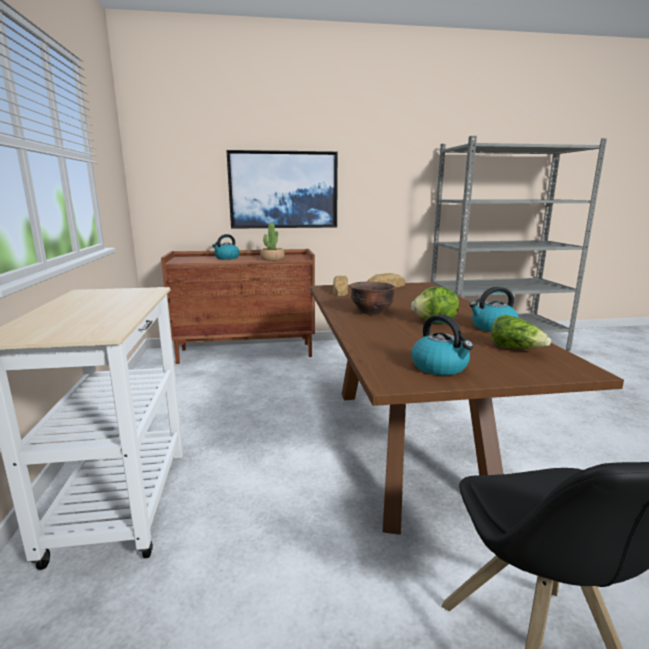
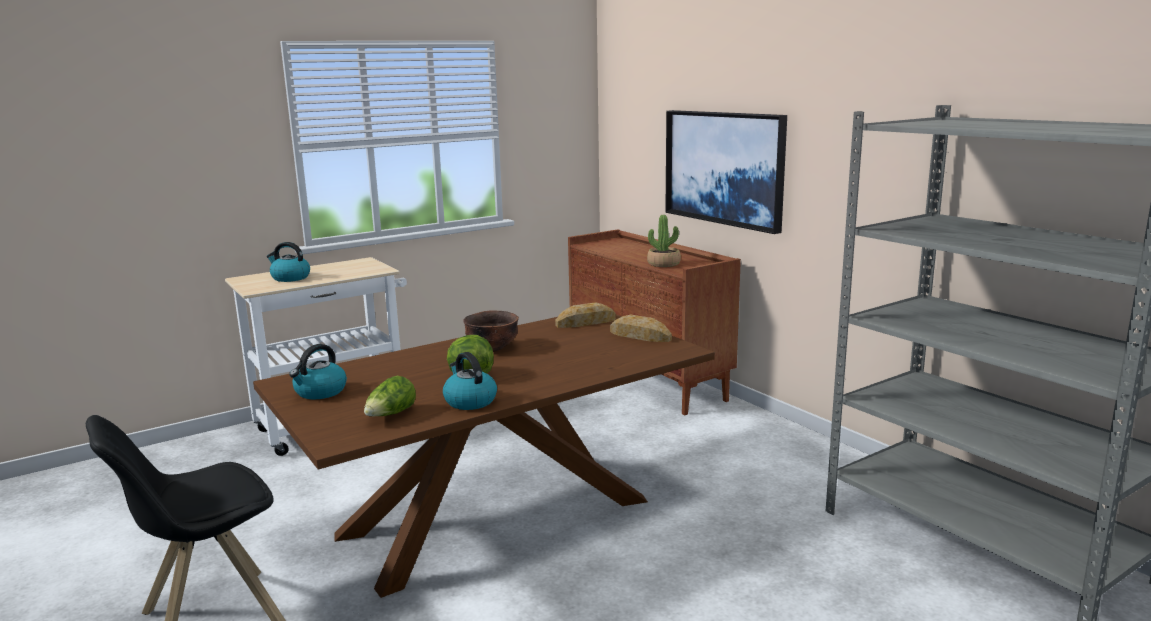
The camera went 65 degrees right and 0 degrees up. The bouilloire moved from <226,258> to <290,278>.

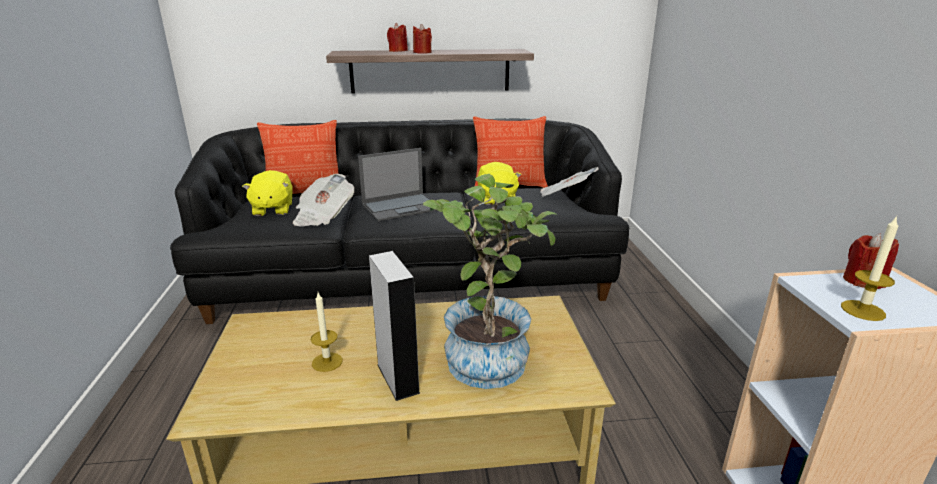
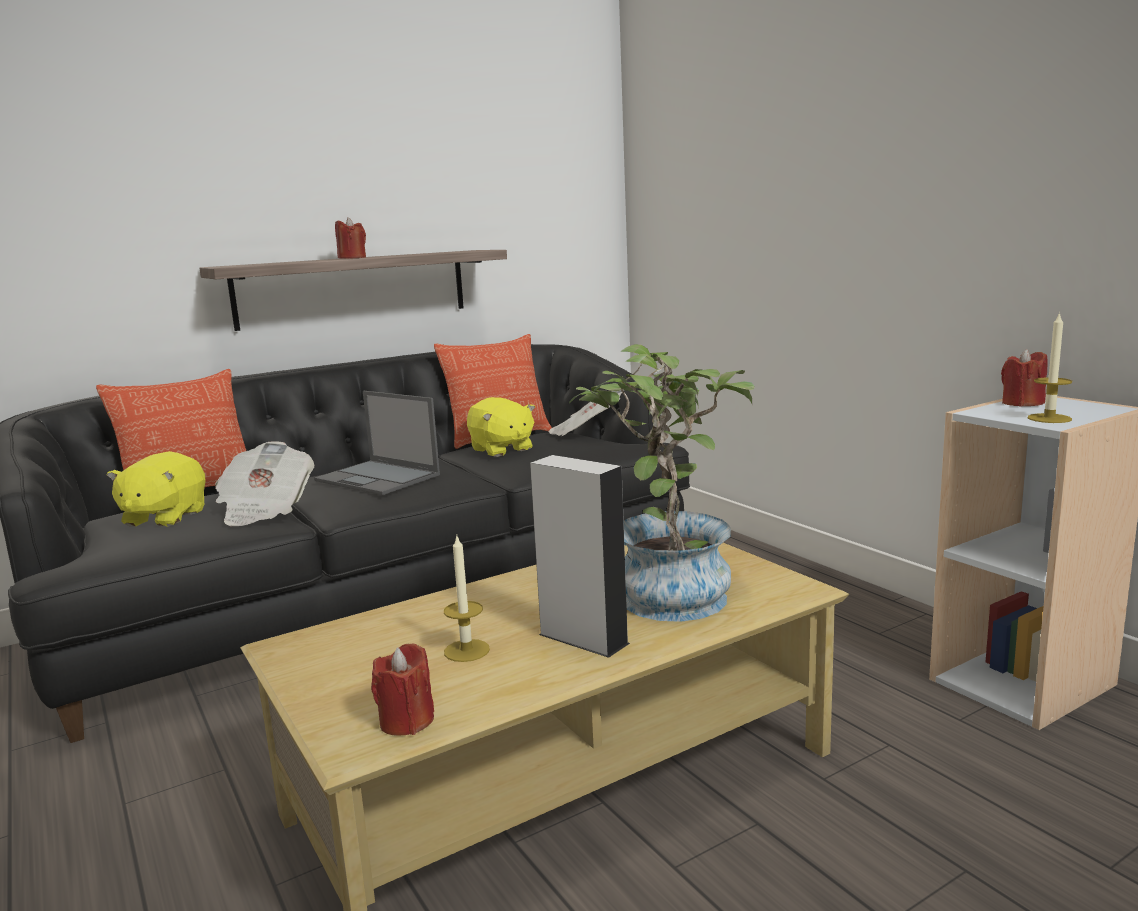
The camera went 25 degrees left and 10 degrees down. The bougie [rouge] moved from <398,51> to <406,721>. The peluche [jaune] at <272,209> turned 45 degrees clockwise. The ordinateur portable at <402,207> turned 90 degrees clockwise.

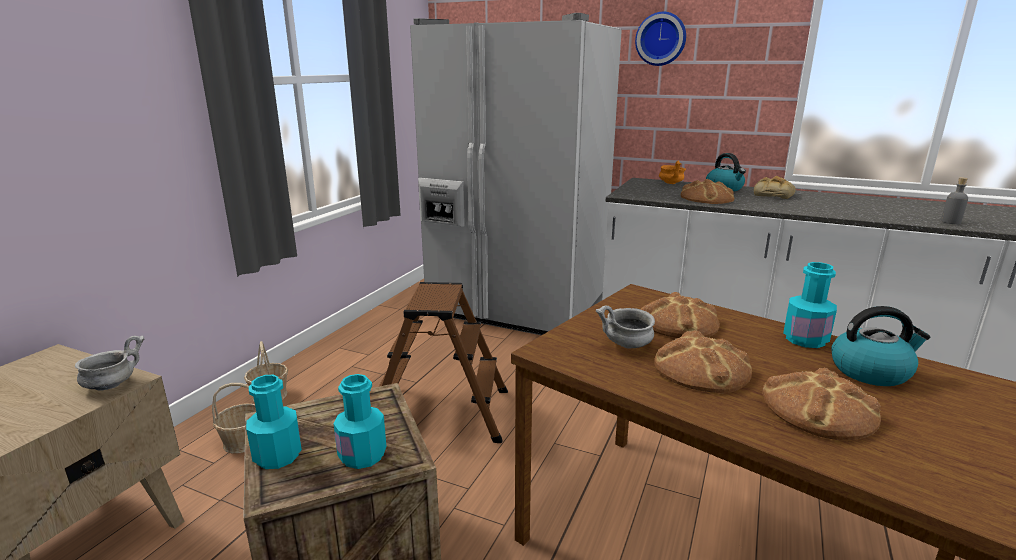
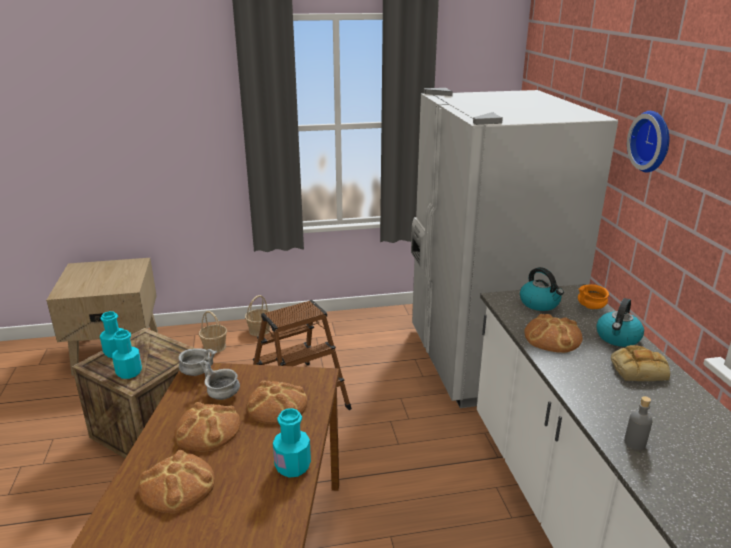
The camera went 55 degrees right and 5 degrees up. The bol [gris] moved from <111,385> to <197,372>. The bouilloire moved from <871,371> to <540,303>. The bouteille [gris] moved from <950,222> to <635,443>.

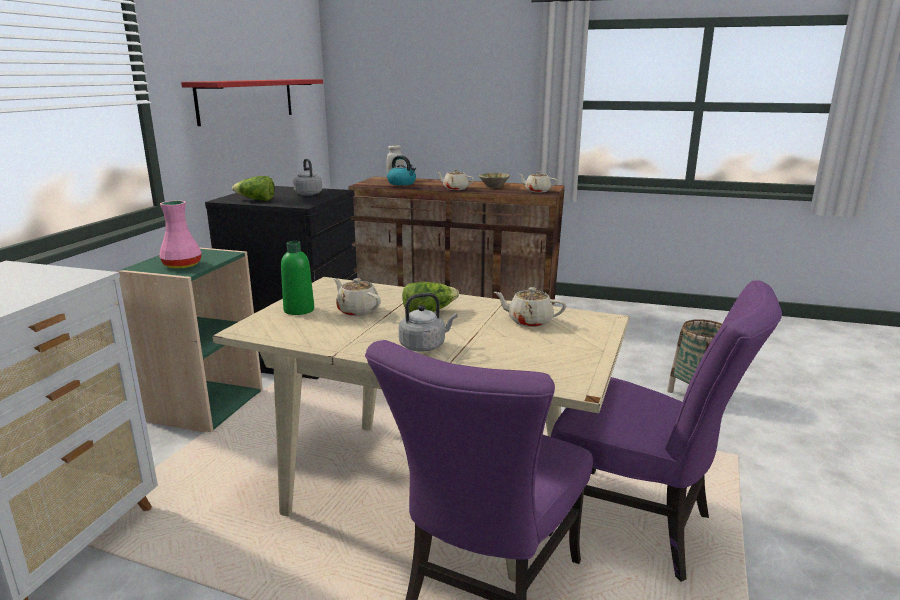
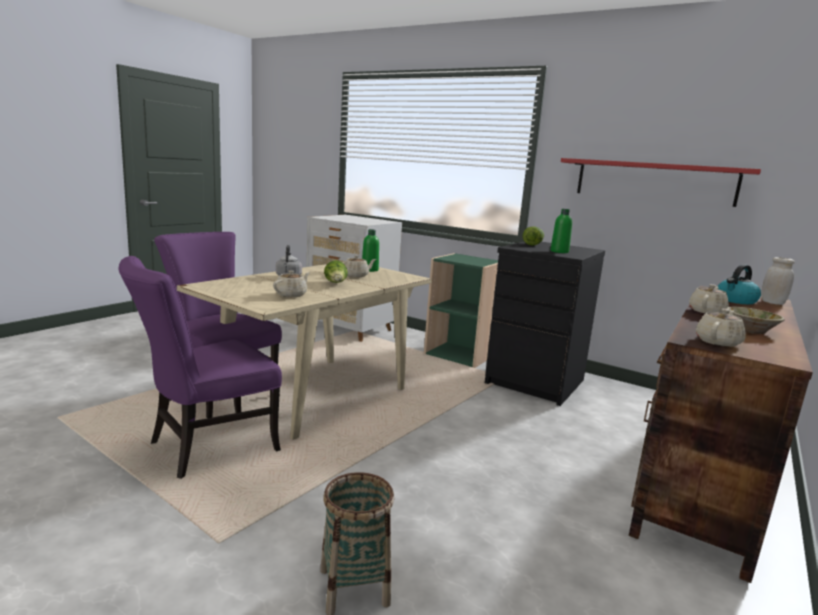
The camera went 105 degrees right and 5 degrees down. The vase [rose] at <182,265> disappeared. The bouilloire [gris] at <308,194> was replaced by the bouteille [vert] at <559,251>.

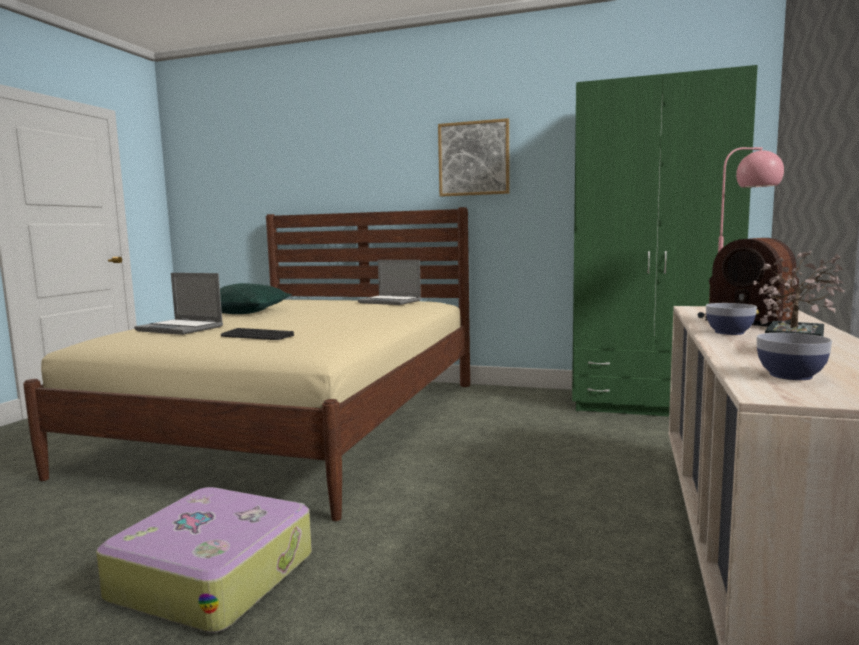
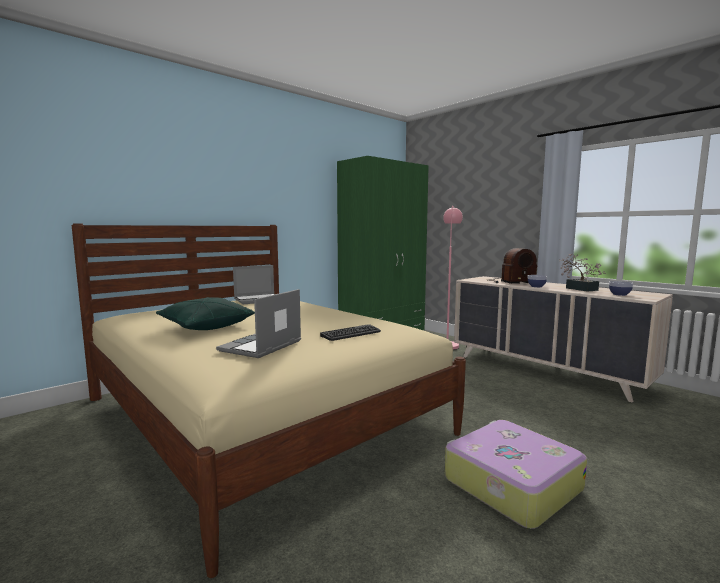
The camera went 60 degrees left and 0 degrees up. The tableau at <474,158> disappeared. The ordinateur portable at <181,328> turned 150 degrees clockwise.

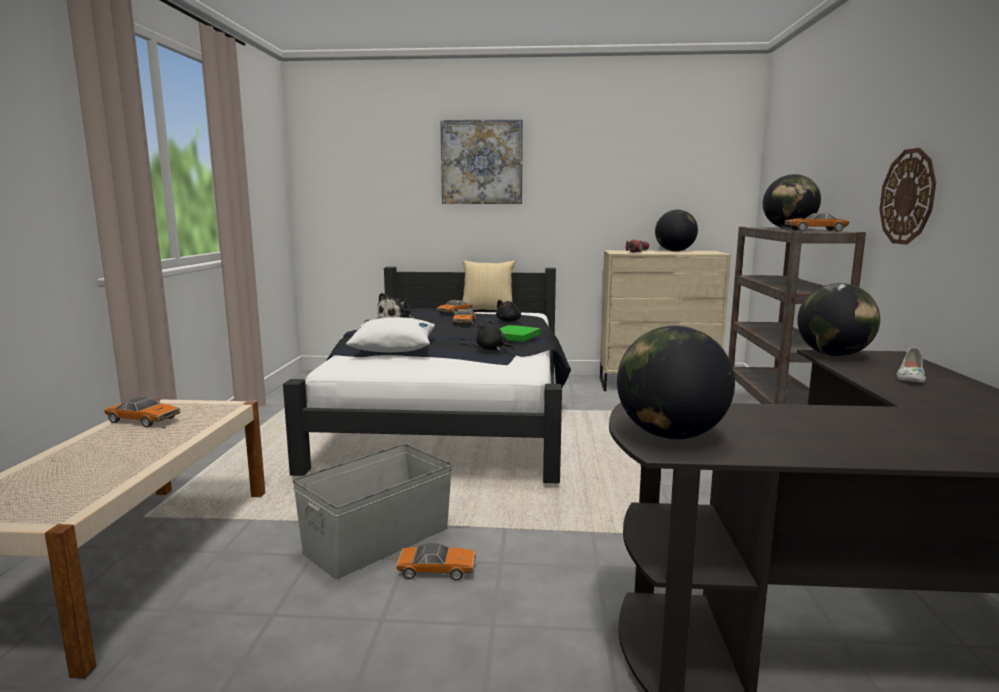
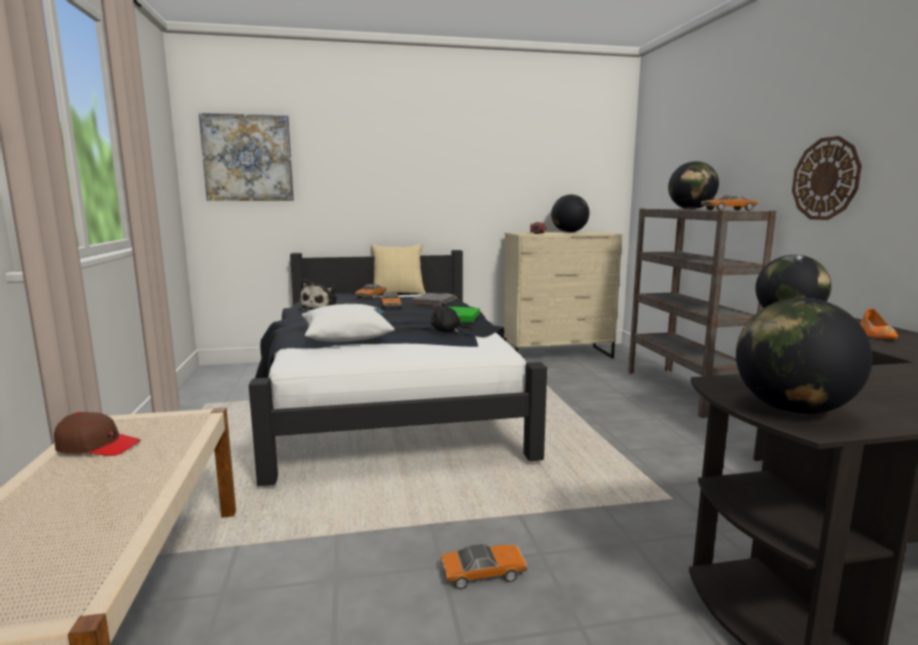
The camera went 15 degrees left and 0 degrees up. The boîte de rangement [gris] at <376,540> disappeared. The tableau moved from <481,162> to <248,158>. The petite voiture at <144,420> was replaced by the casquette [marron] at <98,446>. The peluche [noir] at <509,321> was replaced by the livre [gris] at <434,302>. The chaussure [blanc] at <910,377> became the chaussure [orange] at <876,335>.

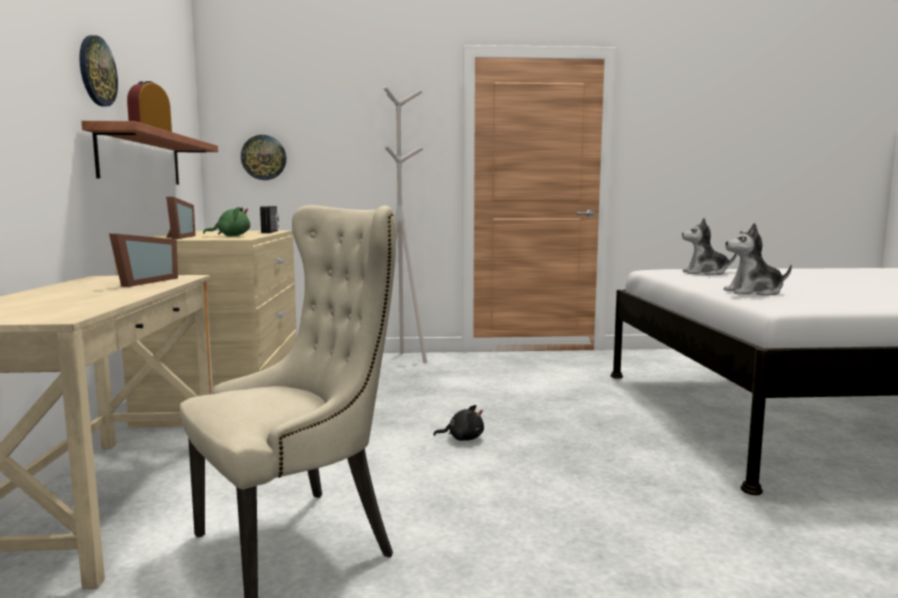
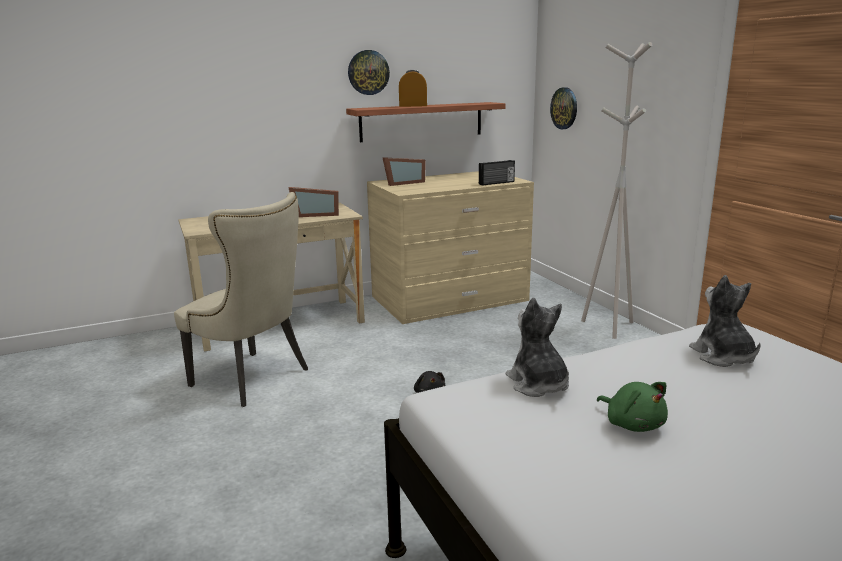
The camera went 70 degrees right and 10 degrees up. The peluche [vert] moved from <231,236> to <632,424>.

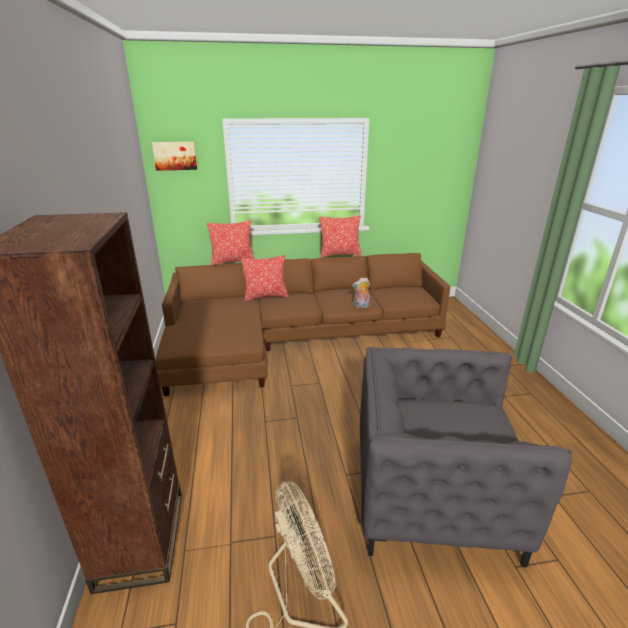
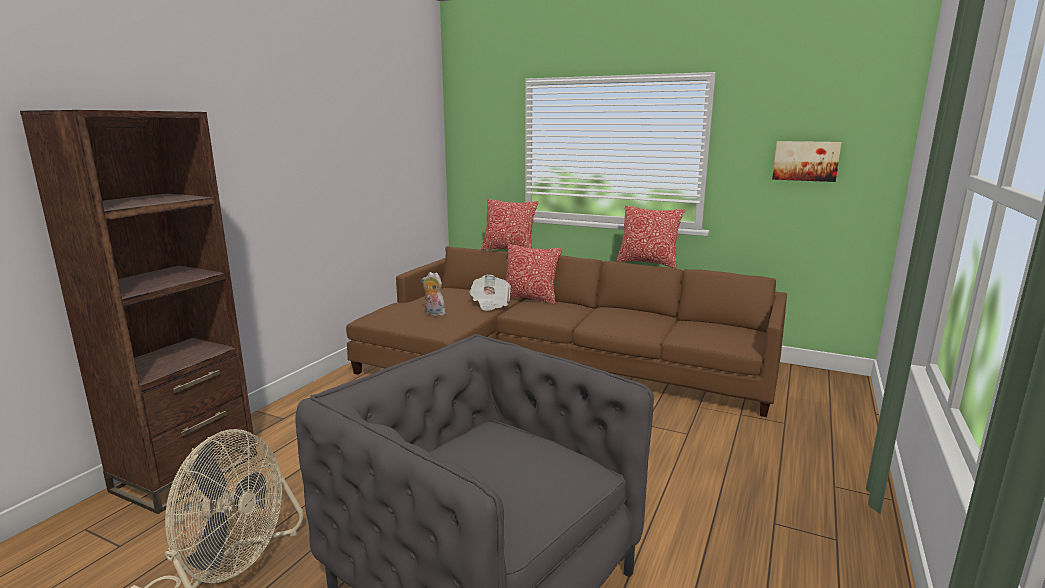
The camera went 35 degrees right and 10 degrees down. The journal at <490,304> appeared. The tableau moved from <175,155> to <805,161>. The peluche moved from <361,306> to <433,314>.

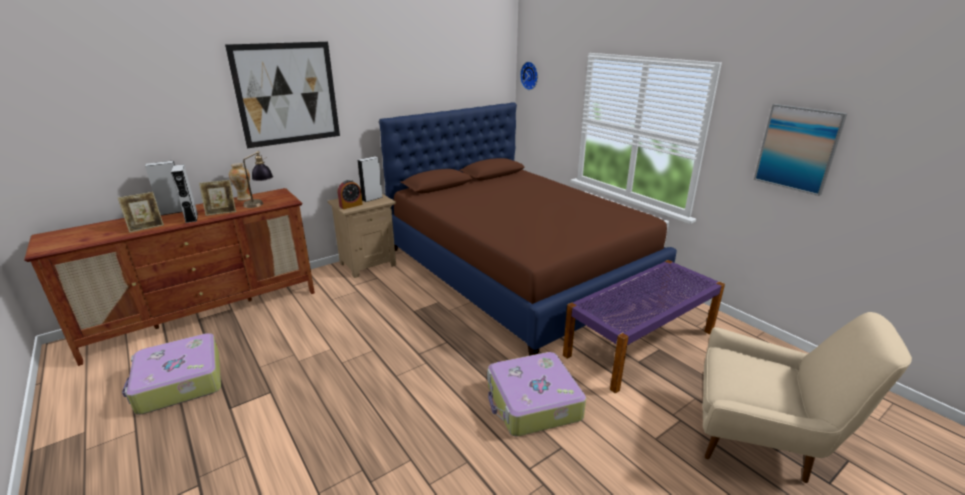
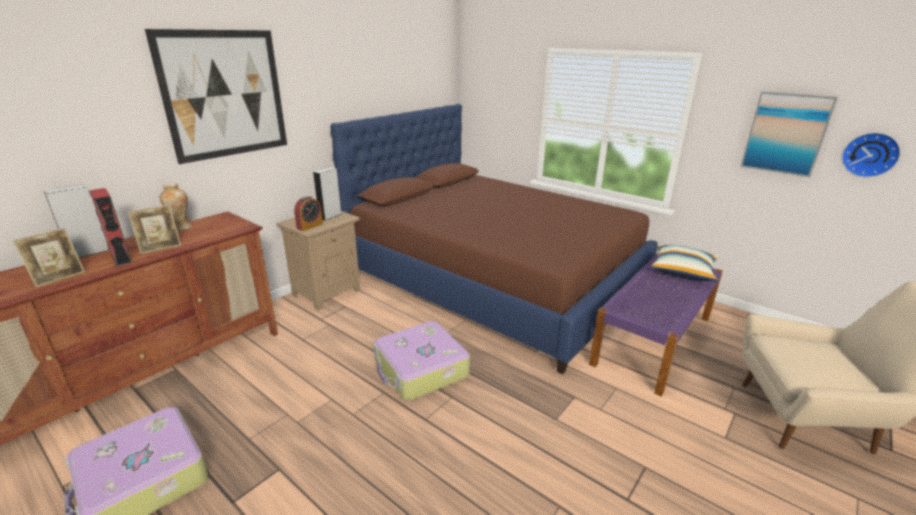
The camera went 15 degrees left and 0 degrees up. The lampe de table at <260,205> disappeared. The coussin at <682,272> appeared. The valise moved from <532,403> to <420,370>. The horloge murale moved from <530,75> to <870,154>. The enceinte [gris] at <191,217> became the enceinte [rouge] at <121,258>.

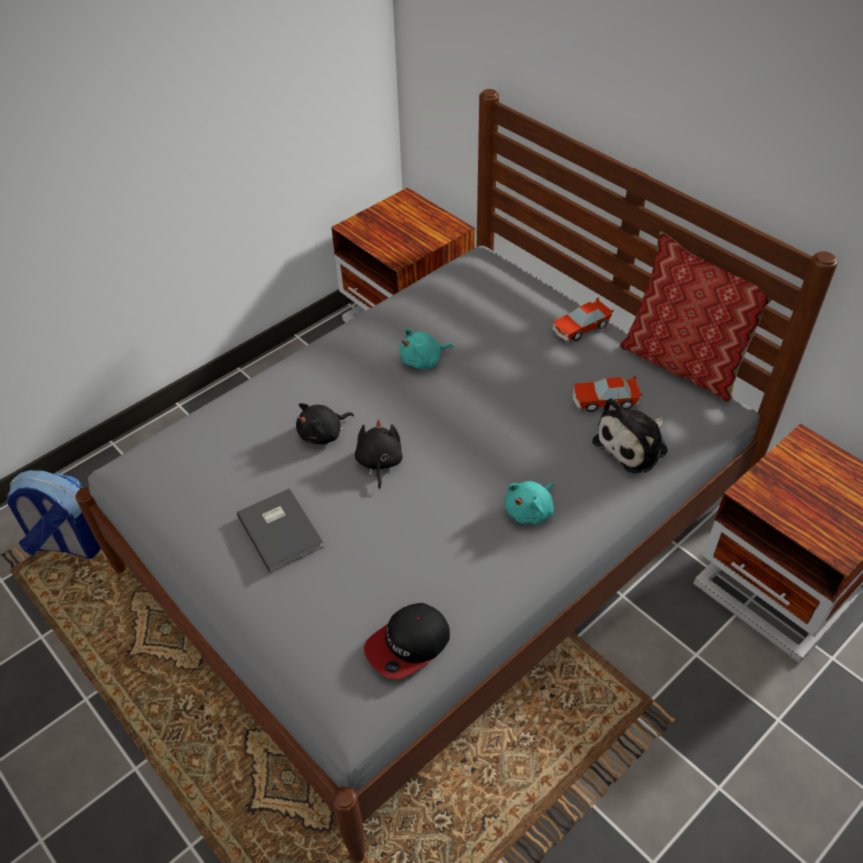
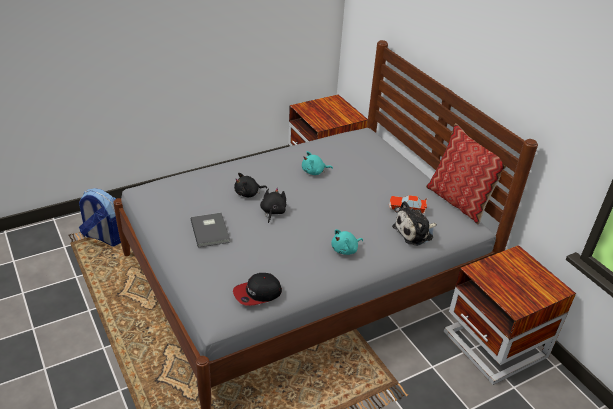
The camera went 10 degrees right and 10 degrees down. The petite voiture at <580,328> disappeared.

